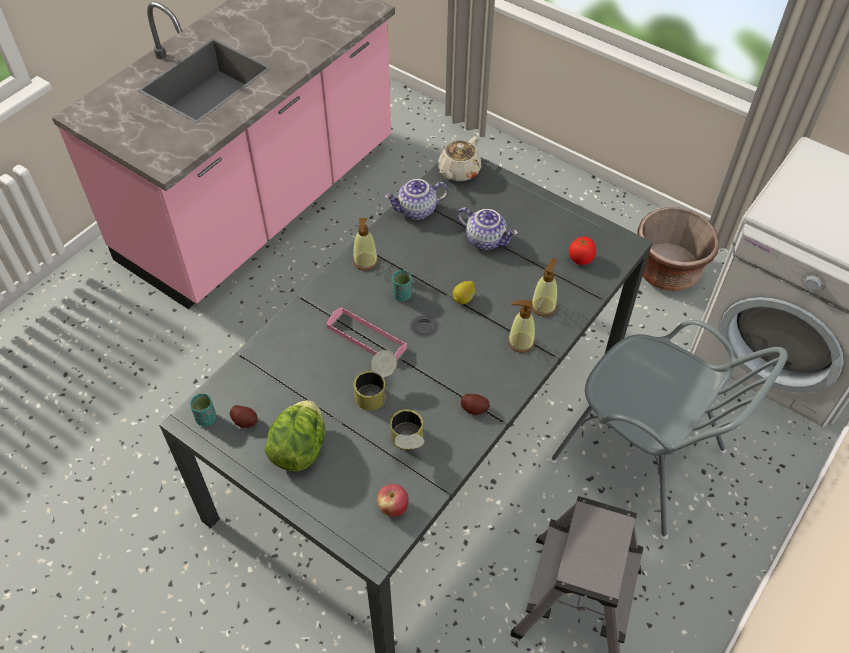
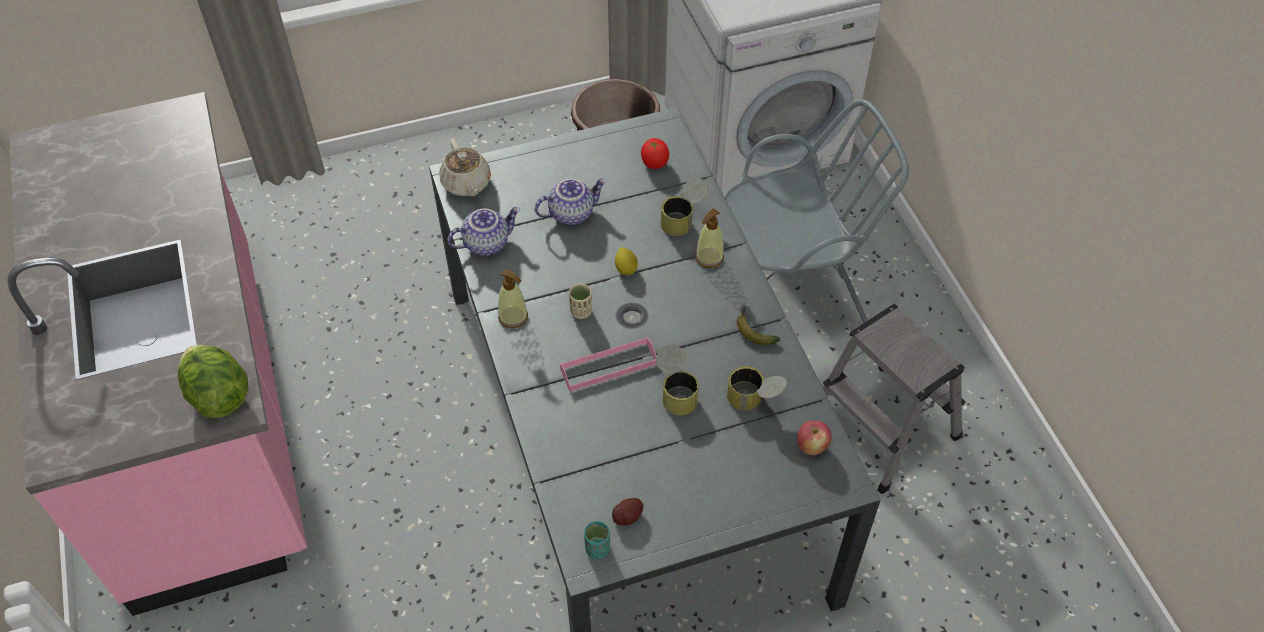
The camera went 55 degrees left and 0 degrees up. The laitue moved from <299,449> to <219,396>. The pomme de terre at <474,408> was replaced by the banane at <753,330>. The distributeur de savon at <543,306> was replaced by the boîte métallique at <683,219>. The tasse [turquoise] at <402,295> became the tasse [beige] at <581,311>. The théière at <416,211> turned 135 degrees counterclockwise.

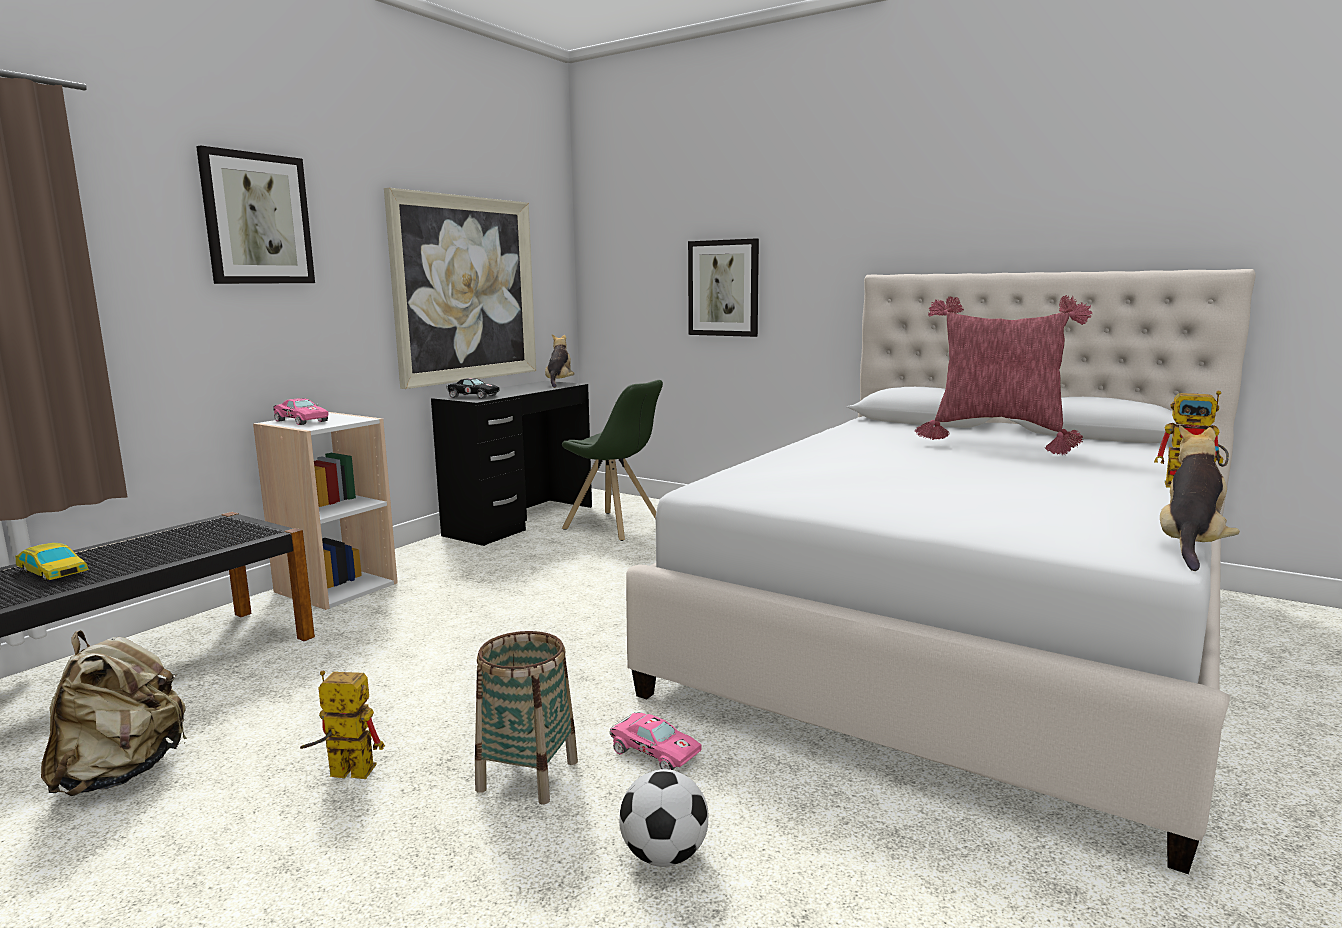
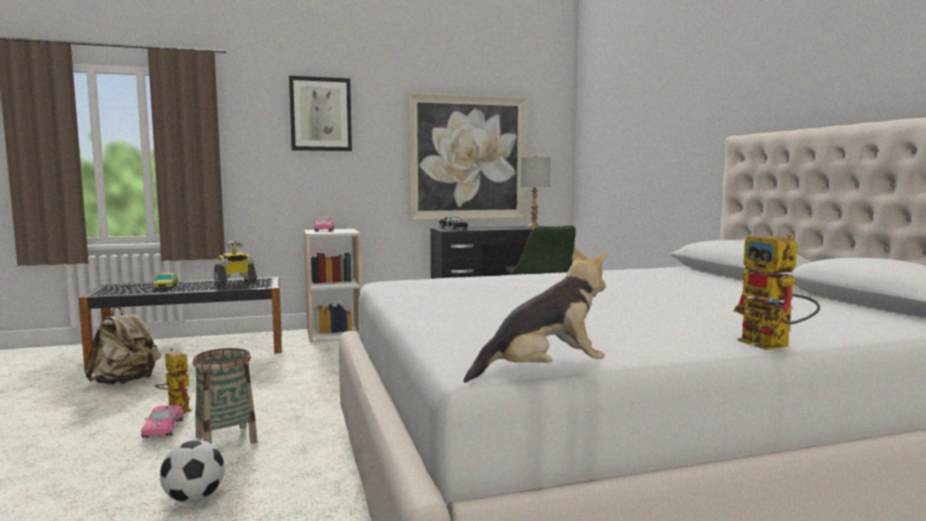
The camera went 40 degrees right and 5 degrees down. The tableau at <723,288> disappeared. The coussin [rouge] at <996,445> disappeared. The robot jouet at <235,282> appeared. The petite voiture [rose] moved from <652,751> to <163,428>. The peluche at <559,383> was replaced by the lampe de table [gris] at <533,227>.

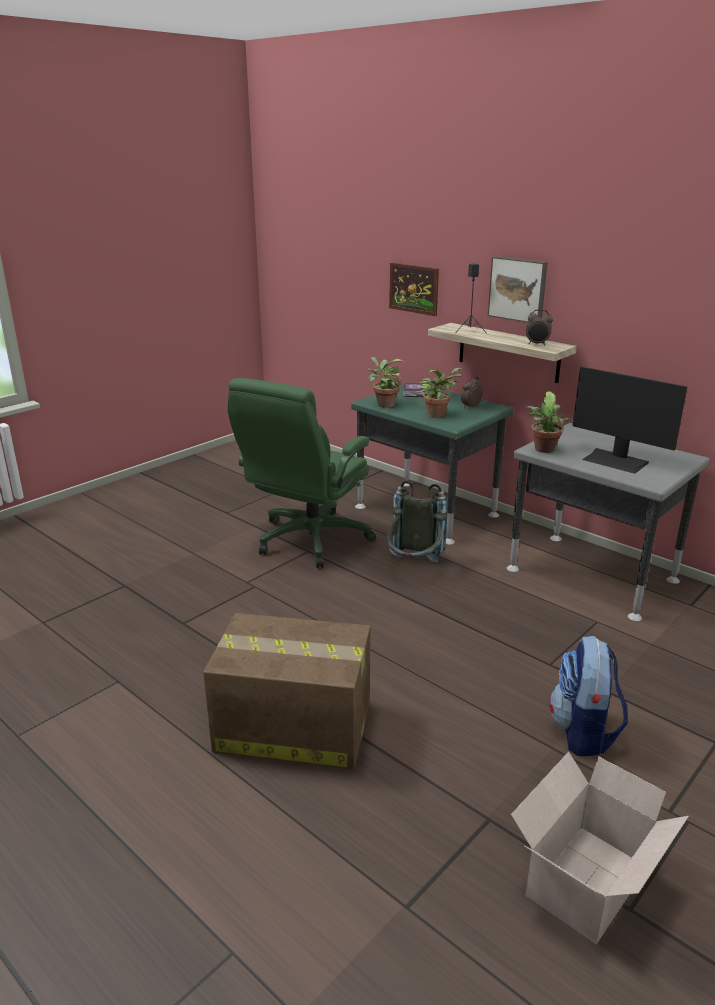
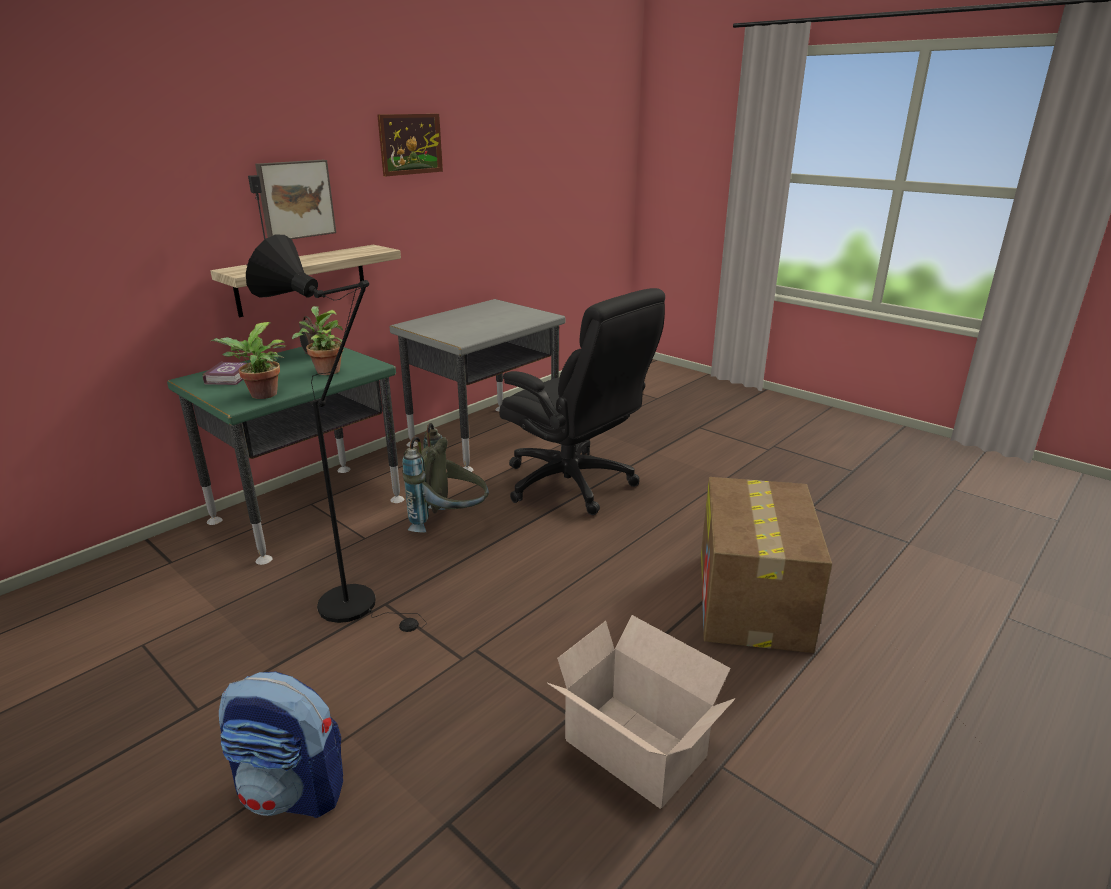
The camera went 90 degrees left and 0 degrees up. The plante en pot at <544,450> disappeared. The réveil at <537,344> disappeared. The écran d'ordinateur at <616,461> disappeared. The chaise de bureau [noir] at <575,486> appeared. The tableau moved from <413,288> to <410,144>. The carton moved from <584,883> to <637,751>. The sac à dos moved from <583,732> to <293,790>. The chaise de bureau [vert] at <306,542> was replaced by the lampadaire [noir] at <358,606>.

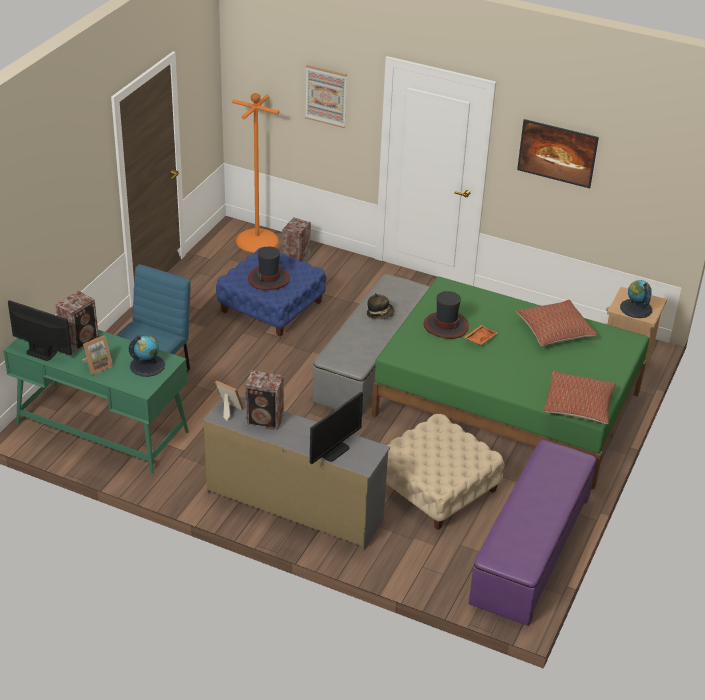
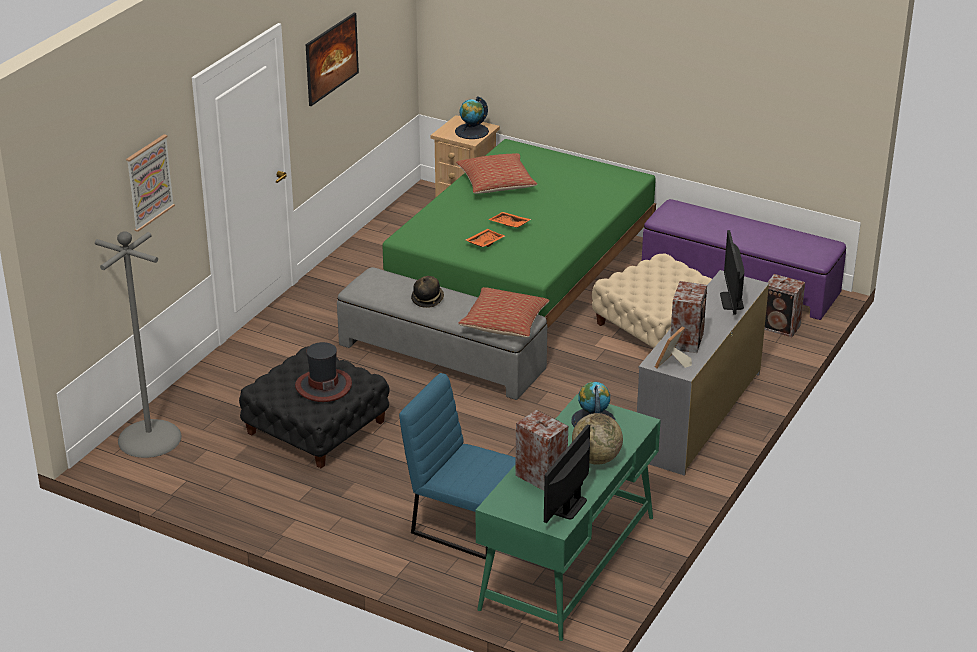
The camera went 85 degrees left and 5 degrees down. The enceinte moved from <295,258> to <781,327>. The coussin moved from <578,406> to <504,323>. The cadre photo at <97,366> was replaced by the globe at <596,459>. The chapeau at <445,326> was replaced by the plateau [orange] at <484,242>. The pouf [bleu] at <271,307> became the pouf [noir] at <316,427>. The portant [orange] at <257,240> became the portant [gris] at <149,438>. The écran d'ordinateur at <333,450> turned 135 degrees counterclockwise.

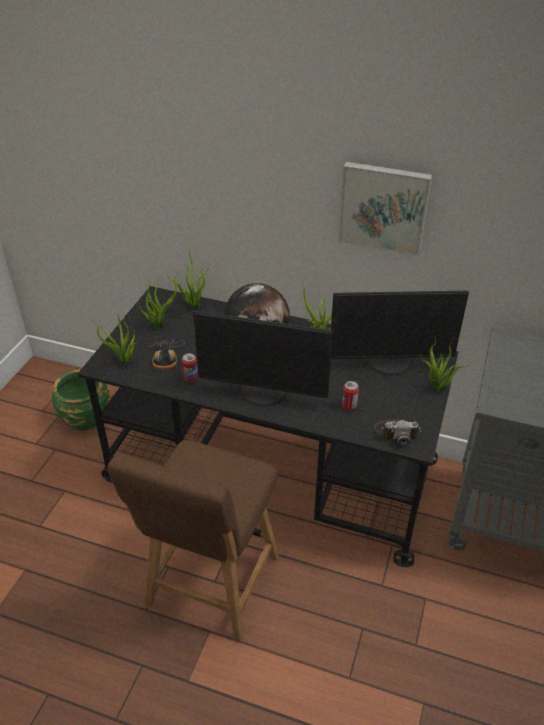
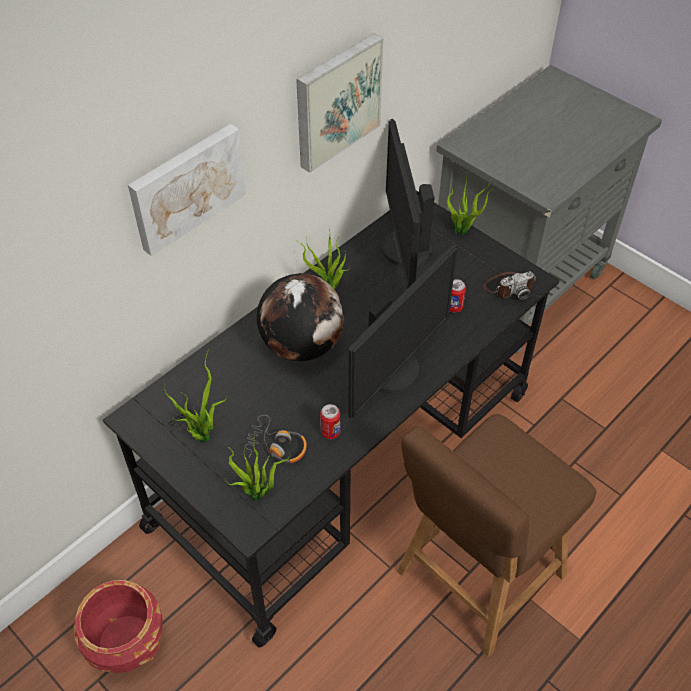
The camera went 65 degrees left and 10 degrees up. The plante en pot at <192,305> disappeared. The tableau at <186,187> appeared. The cache-pot [vert] at <85,418> became the cache-pot [rouge] at <128,643>. The chaise [marron] at <210,586> turned 90 degrees clockwise. The écran d'ordinateur at <389,362> turned 150 degrees clockwise. The appareil photo at <396,432> turned 45 degrees clockwise.

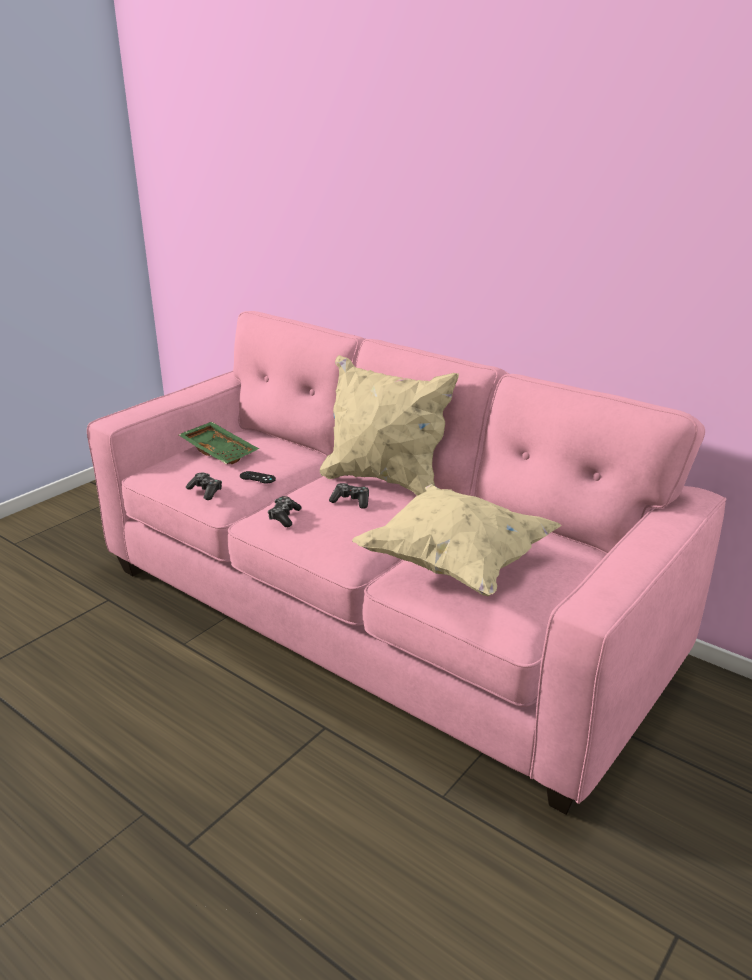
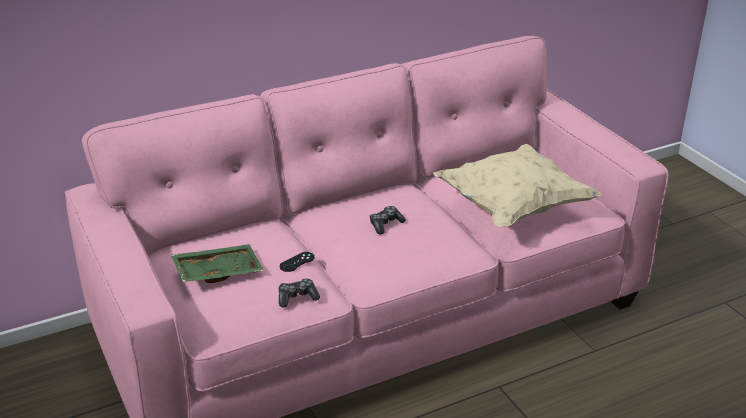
The camera went 65 degrees left and 5 degrees up. The manette at <284,517> disappeared. The coussin [beige] at <385,481> disappeared.

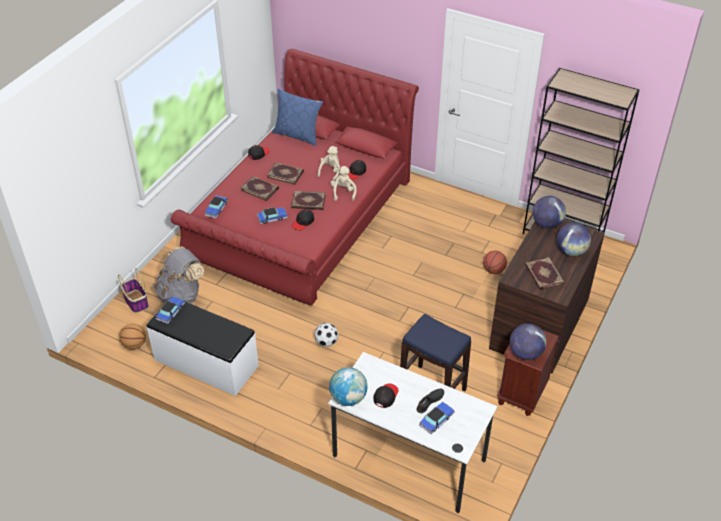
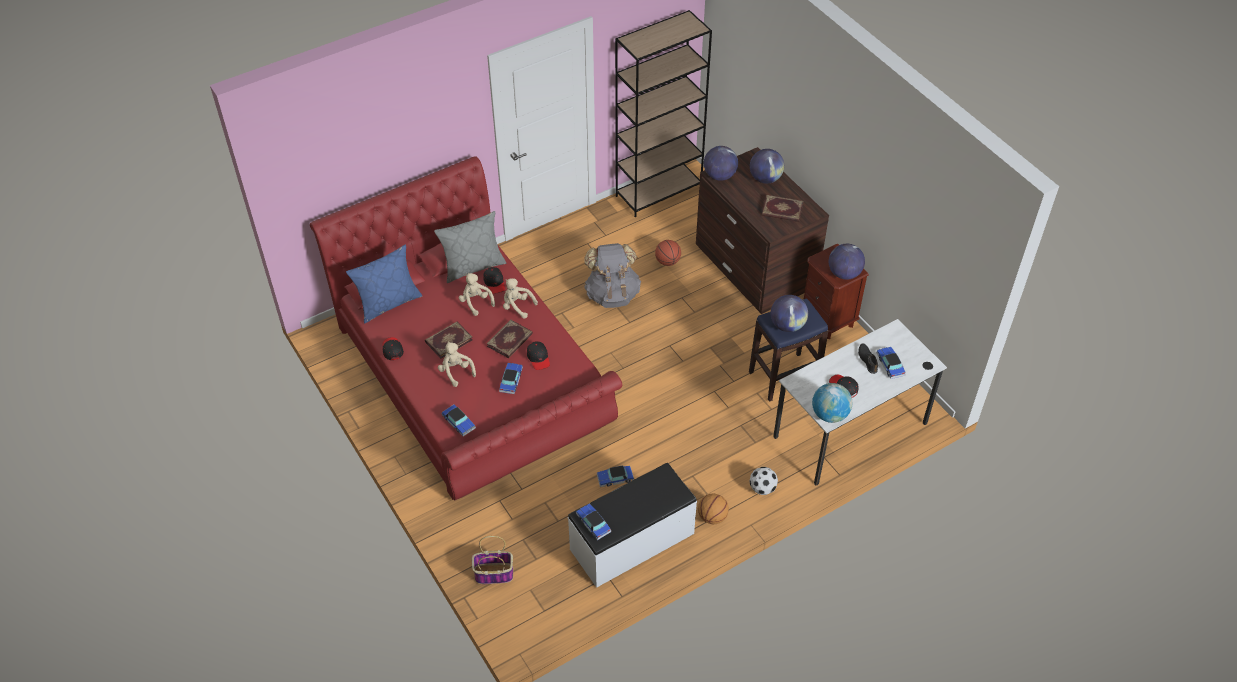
The camera went 60 degrees left and 5 degrees up. The coussin [gris] at <473,266> appeared. The petite voiture at <615,478> appeared. The globe at <787,325> appeared. The ballon de basket moved from <134,345> to <712,517>. The sac à dos [gris] moved from <181,295> to <612,294>. The ballon de foot moved from <326,342> to <762,488>. The livre at <260,189> was replaced by the peluche [beige] at <456,372>.

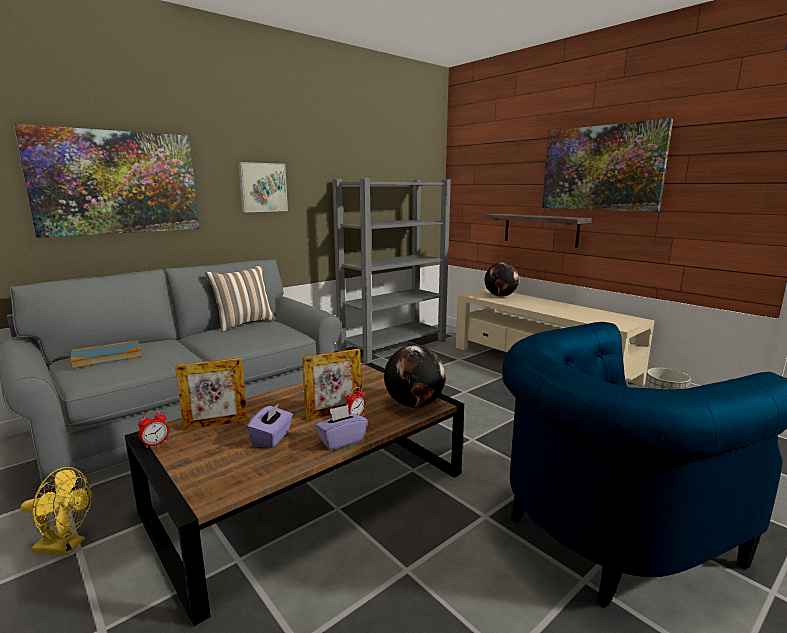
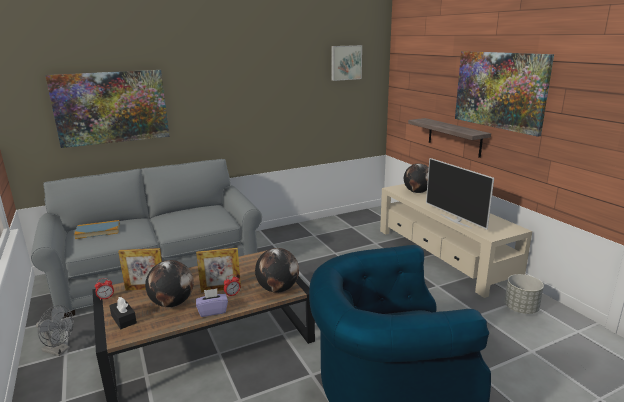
The camera went 15 degrees right and 5 degrees up. The coussin at <244,323> disappeared. The bibliothèque [gris] at <393,346> disappeared. The boîte à mouchoirs [noir] at <124,319> appeared. The téléviseur at <456,221> appeared. The tableau moved from <262,187> to <345,62>. The boîte à mouchoirs [violet] at <272,438> was replaced by the globe at <172,303>. The ventilateur [jaune] at <66,546> became the ventilateur [gris] at <59,350>.

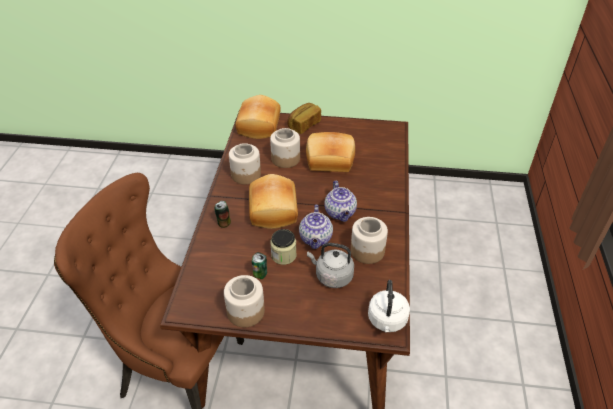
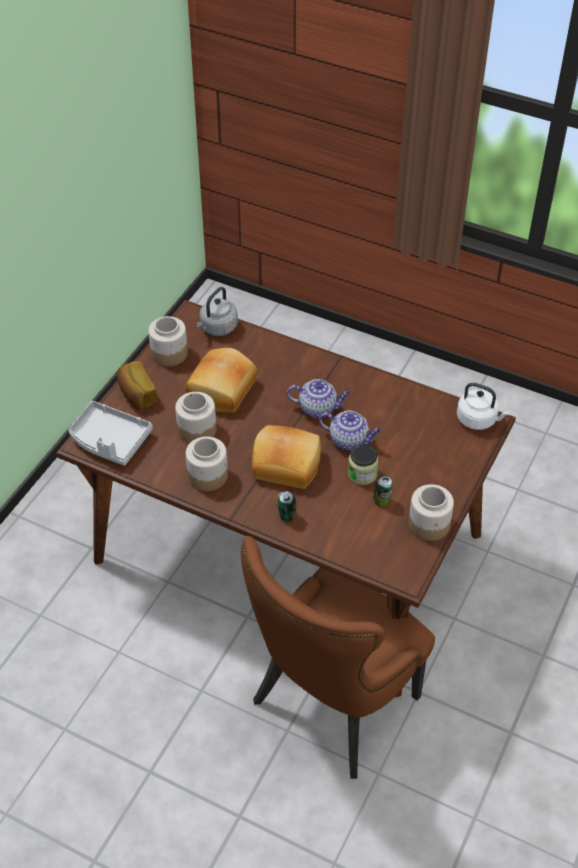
The camera went 70 degrees left and 5 degrees up. The bouilloire [gris] moved from <332,276> to <217,328>. The bocal moved from <367,251> to <169,354>. The pain at <257,125> was replaced by the plateau [gris] at <110,440>.

